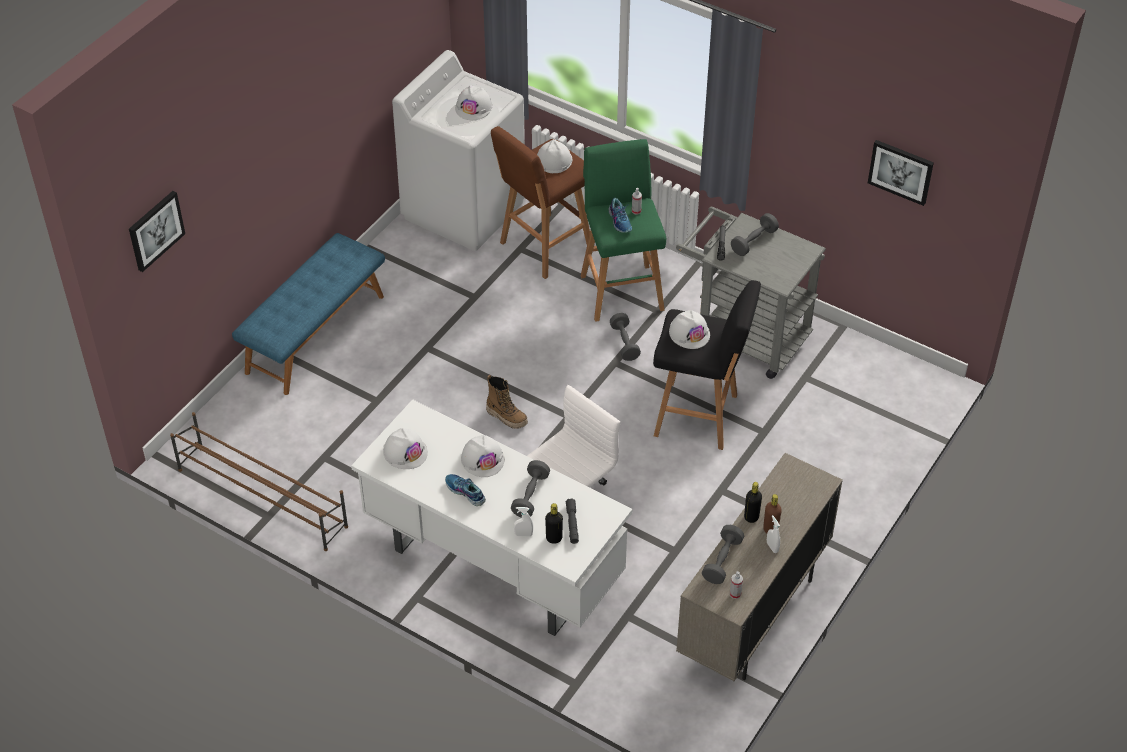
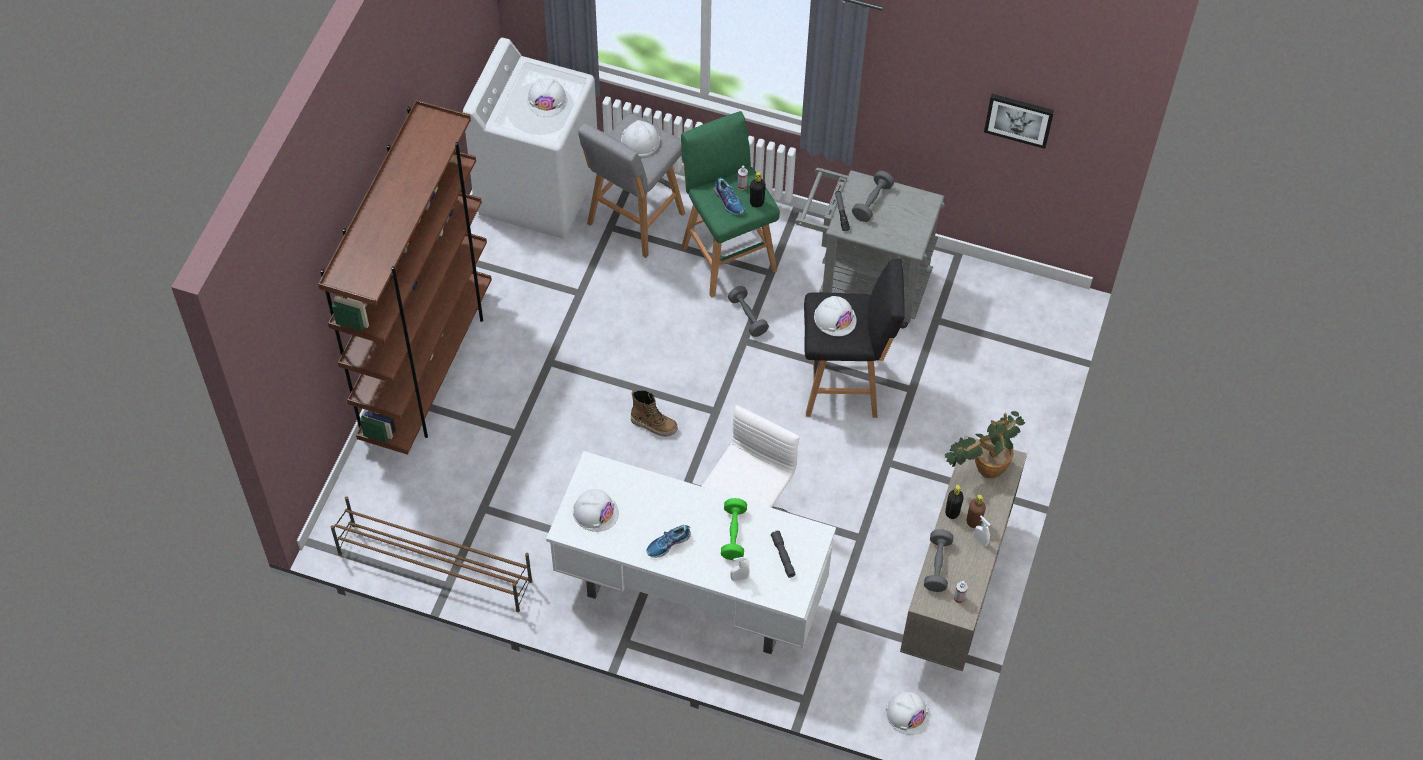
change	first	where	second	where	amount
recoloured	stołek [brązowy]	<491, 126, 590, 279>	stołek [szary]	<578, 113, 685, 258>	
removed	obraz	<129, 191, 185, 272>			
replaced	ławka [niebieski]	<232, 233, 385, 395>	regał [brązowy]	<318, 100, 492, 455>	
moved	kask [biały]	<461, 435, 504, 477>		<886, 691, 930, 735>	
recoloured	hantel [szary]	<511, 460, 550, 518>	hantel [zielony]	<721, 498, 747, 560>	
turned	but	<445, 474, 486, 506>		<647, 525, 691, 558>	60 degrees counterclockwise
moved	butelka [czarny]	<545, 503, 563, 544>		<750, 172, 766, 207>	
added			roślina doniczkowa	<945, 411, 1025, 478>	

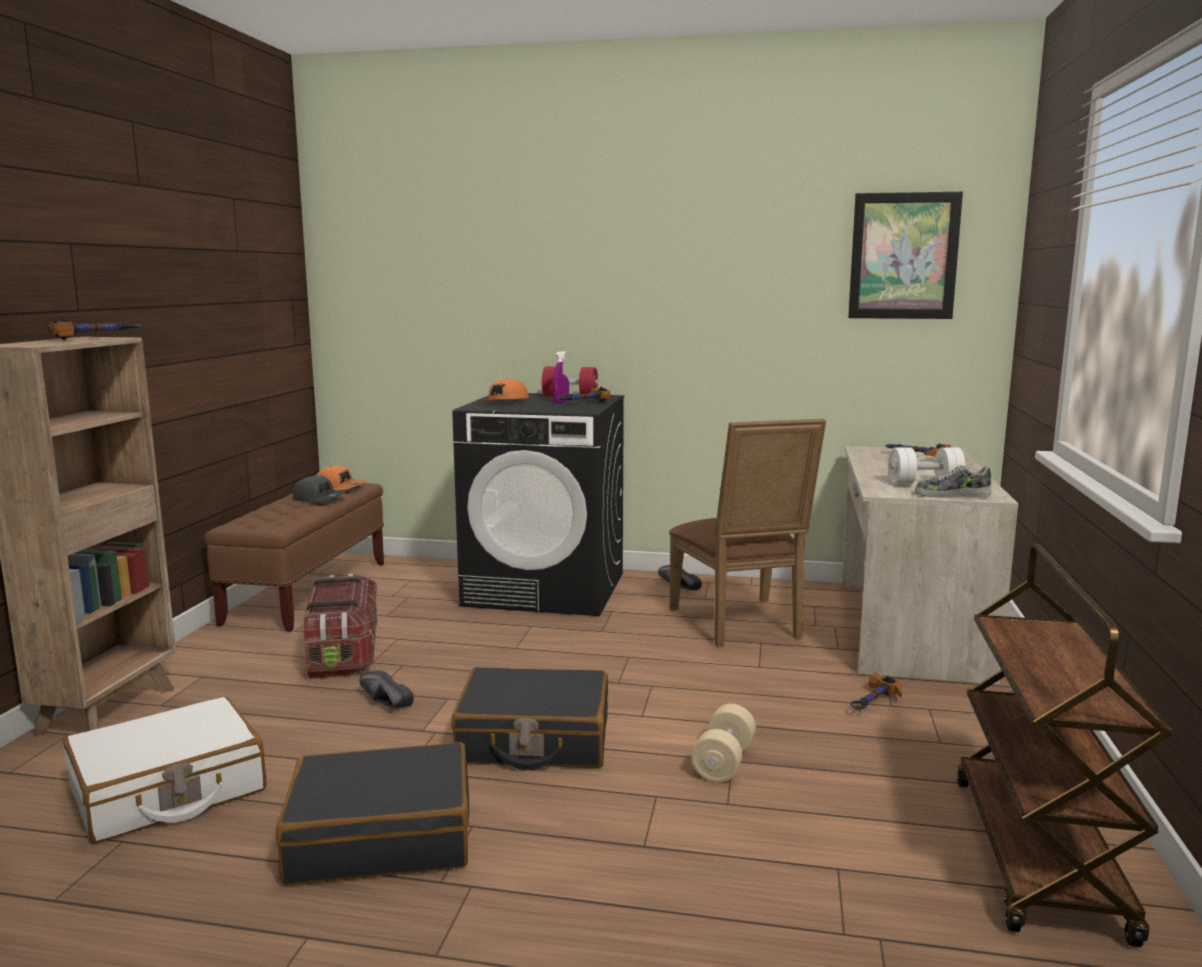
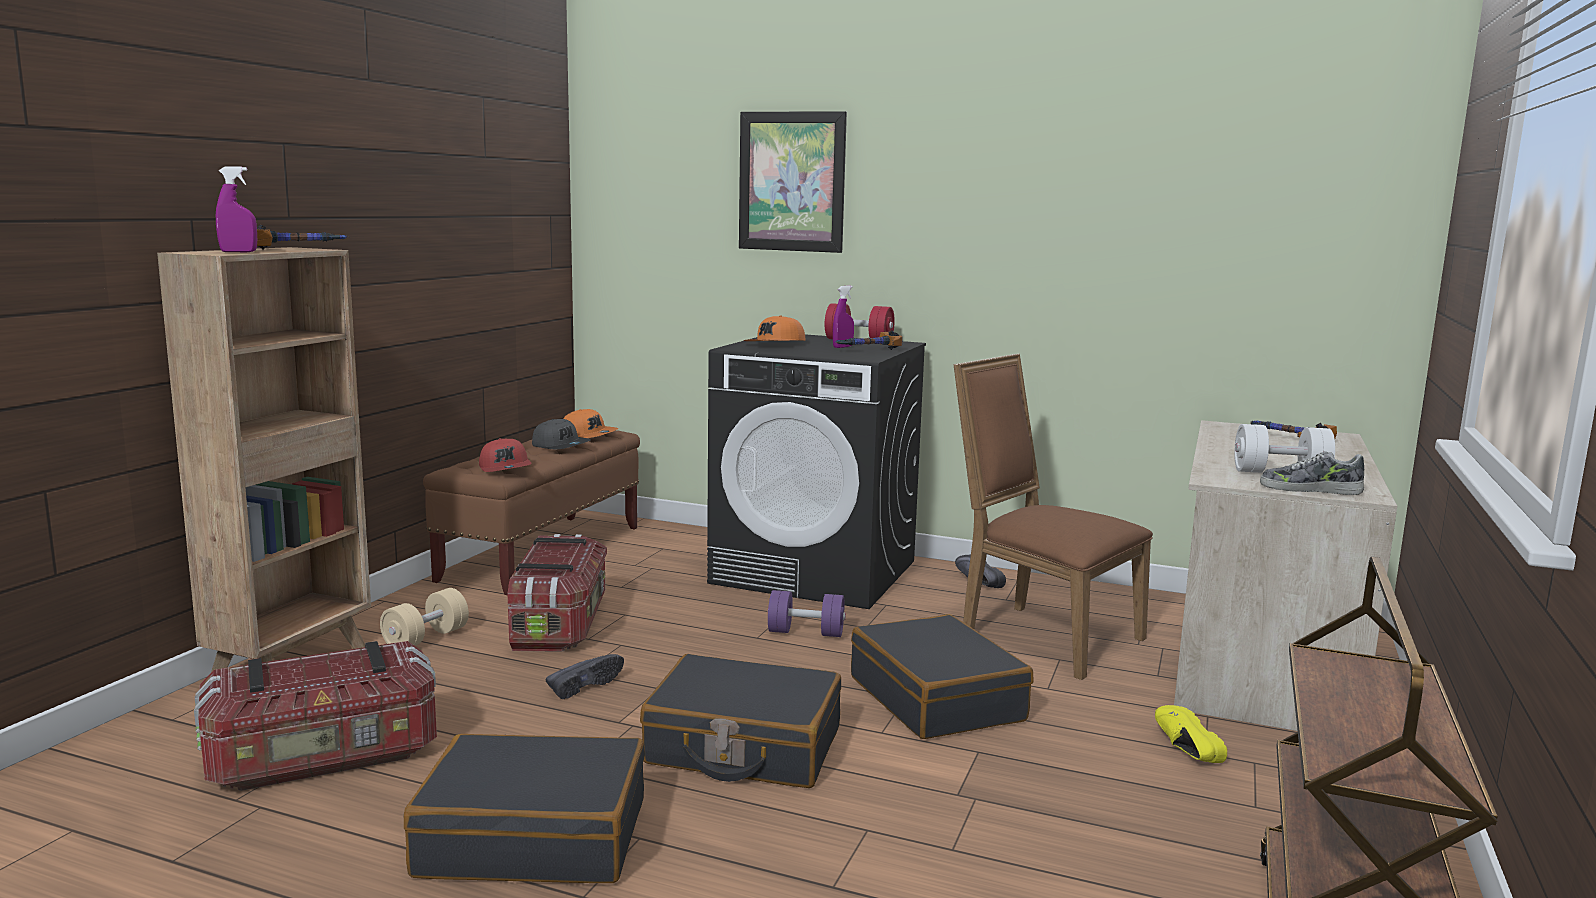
change	first	where	second	where	amount
moved	obraz	<848, 192, 963, 319>		<739, 111, 847, 253>	
turned	krzesło [brązowy]	<669, 419, 826, 647>		<954, 354, 1153, 680>	135 degrees clockwise
turned	but [czarny]	<360, 670, 414, 708>		<546, 654, 624, 699>	90 degrees clockwise
replaced	młotek	<850, 673, 902, 709>	but [żółty]	<1155, 705, 1227, 763>	
replaced	walizka [biały]	<63, 697, 266, 843>	pojemnik do przechowywania	<194, 641, 437, 791>	
moved	hantel [beżowy]	<691, 704, 756, 783>		<380, 588, 469, 646>	
added			spryskiwacz [fioletowy]	<216, 167, 257, 252>	
added			czapka z daszkiem [czerwony]	<479, 438, 532, 472>	
added			hantel [fioletowy]	<768, 590, 846, 637>	
added			walizka [czarny]	<851, 614, 1033, 739>	

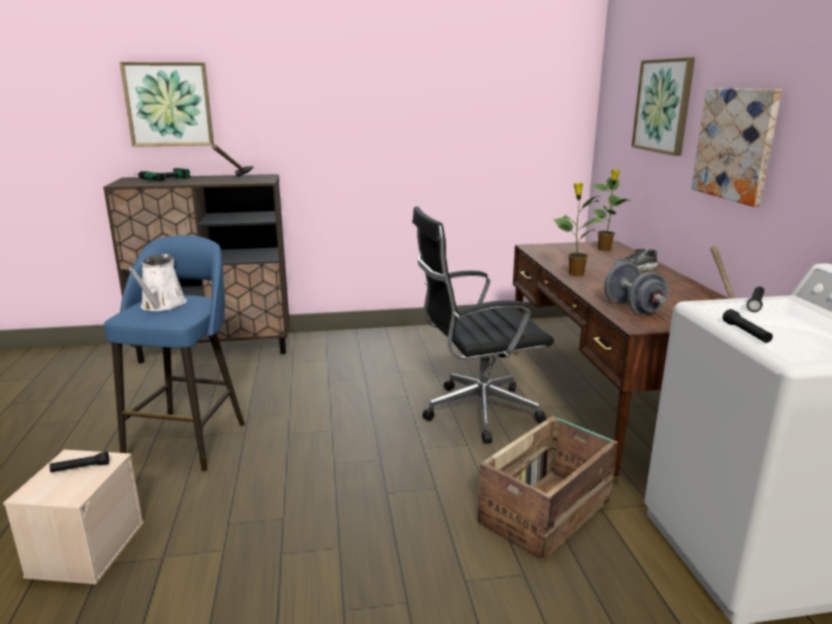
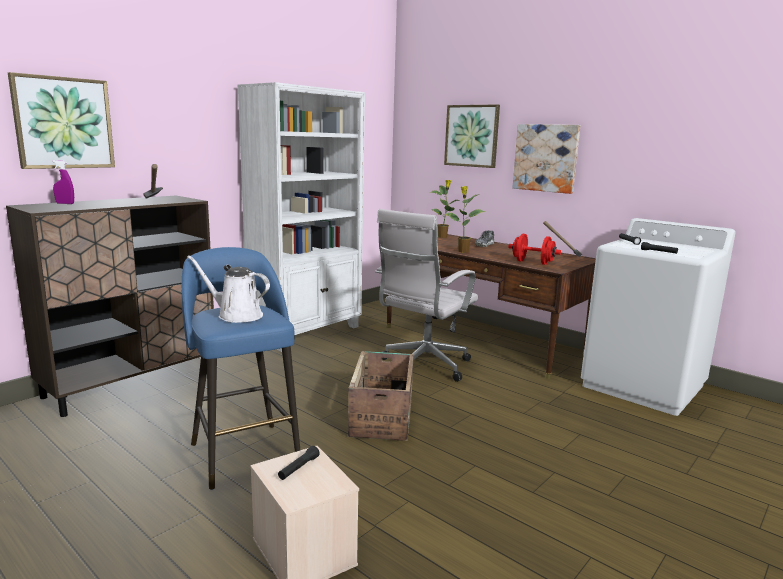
change	first	where	second	where	amount
replaced	wiertarka	<136, 168, 190, 181>	spryskiwacz [fioletowy]	<52, 160, 74, 204>	
recoloured	krzesło biurowe [czarny]	<412, 206, 554, 444>	krzesło biurowe [biały]	<375, 209, 478, 382>	
turned	konewka [biały]	<126, 254, 187, 311>		<187, 255, 270, 323>	150 degrees clockwise
recoloured	hantel [szary]	<604, 262, 668, 315>	hantel [czerwony]	<508, 234, 561, 265>	
moved	skrzynka	<478, 416, 618, 561>		<348, 351, 414, 441>	
added			regał [biały]	<237, 82, 365, 352>	

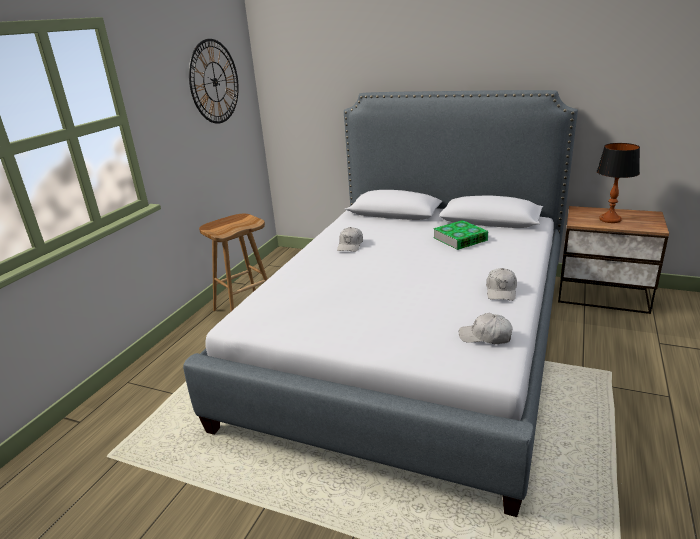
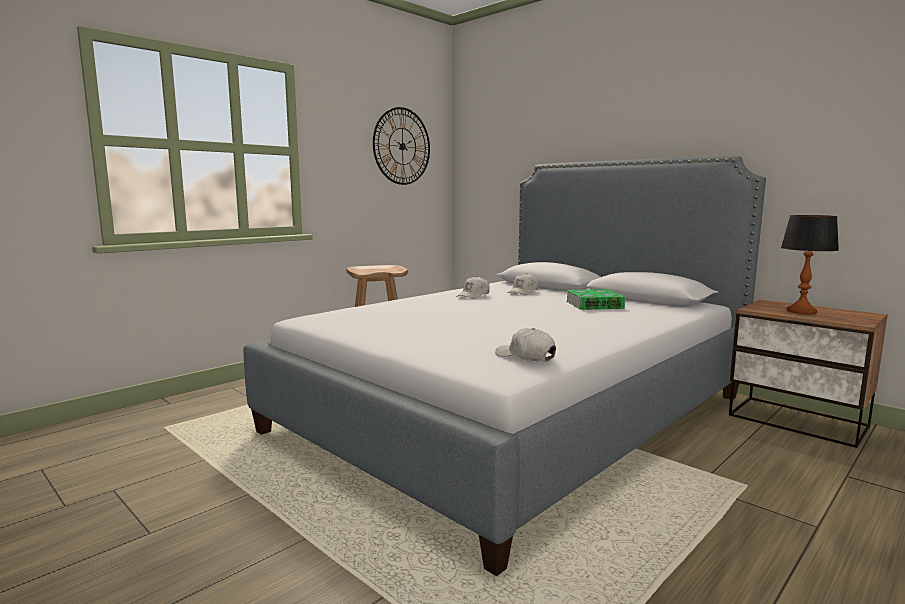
change	first	where	second	where	amount
moved	czapka z daszkiem [biały]	<486, 268, 517, 301>		<508, 273, 539, 295>	

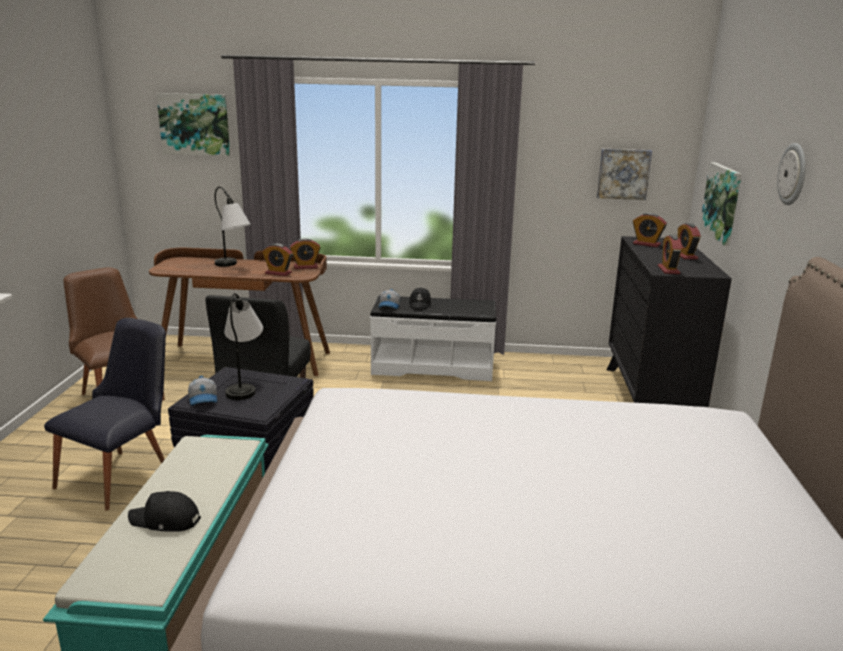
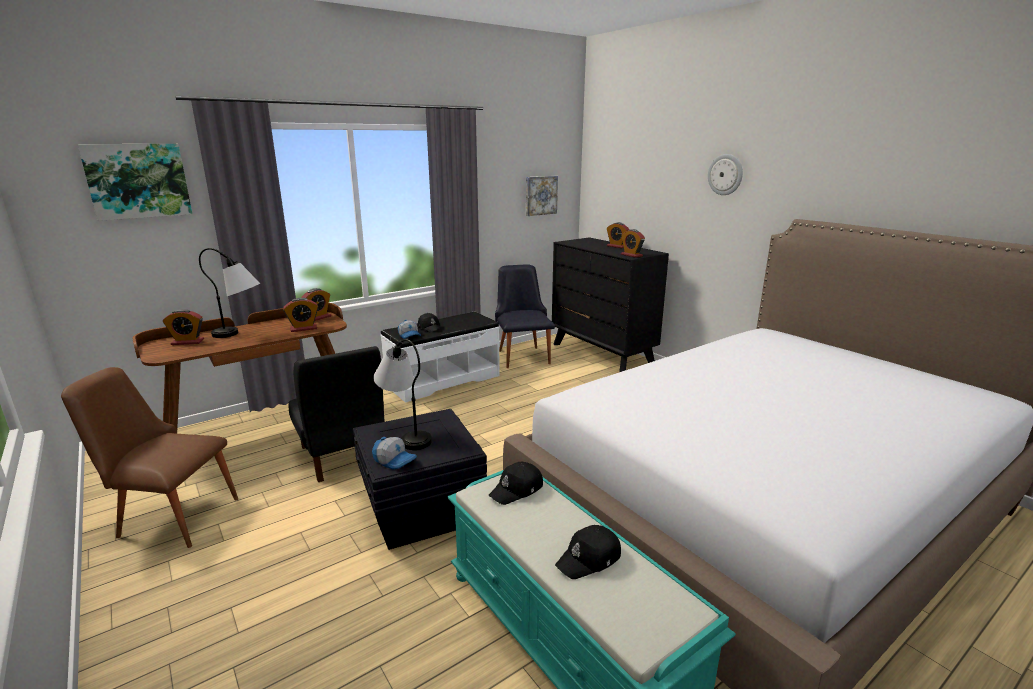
change	first	where	second	where	amount
removed	obraz	<700, 162, 742, 246>			
moved	budzik	<633, 213, 667, 247>		<162, 309, 204, 345>	
moved	krzesło [czarny]	<44, 318, 166, 510>		<495, 264, 555, 368>	
added			czapka z daszkiem [czarny]	<489, 462, 543, 505>	

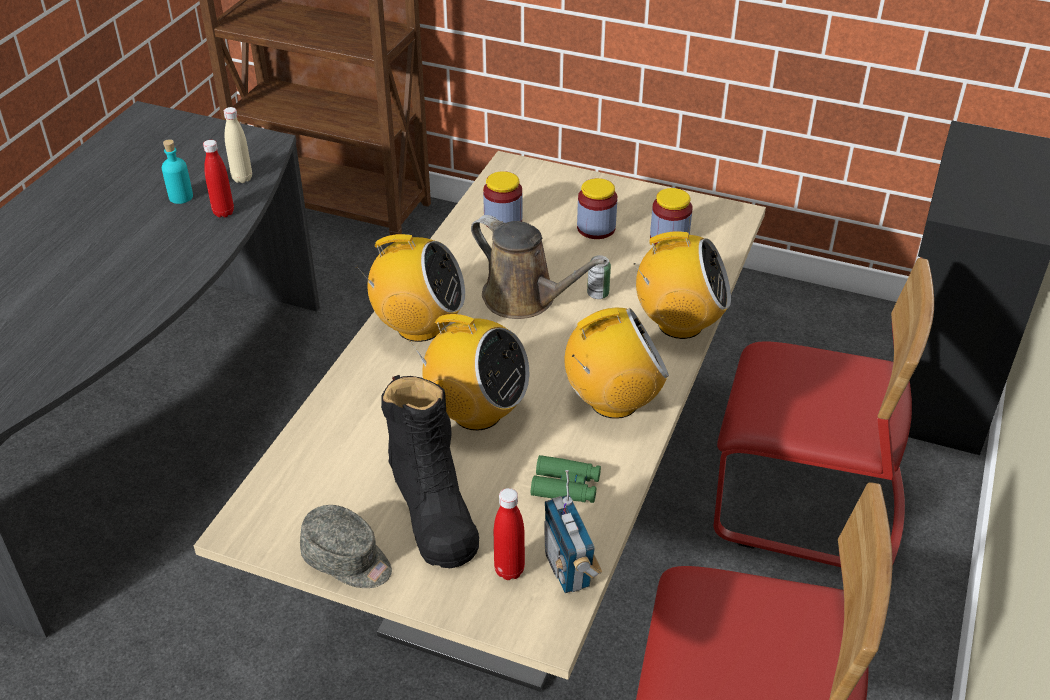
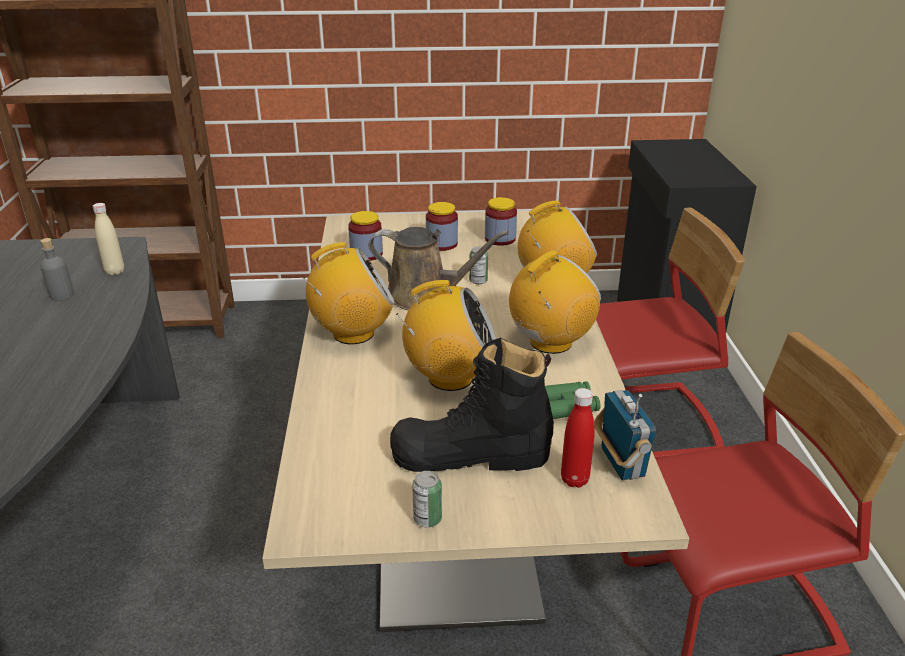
change	first	where	second	where	amount
recoloured	butelka [turkusowy]	<162, 139, 193, 204>	butelka [szary]	<40, 238, 74, 301>	
removed	butelka [czerwony]	<203, 140, 234, 217>			
turned	but z cholewką [czarny]	<381, 375, 479, 568>		<390, 338, 554, 472>	135 degrees clockwise
turned	radio	<544, 470, 602, 593>		<594, 390, 656, 480>	150 degrees counterclockwise
replaced	czapka z daszkiem [szary]	<300, 505, 392, 588>	puszka	<412, 471, 442, 527>	

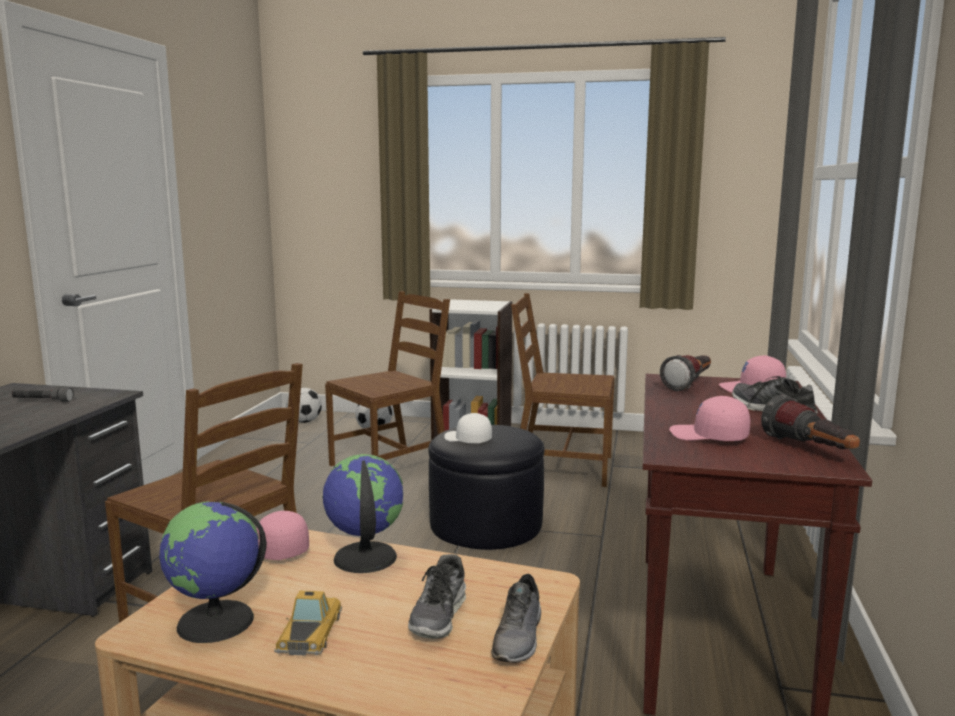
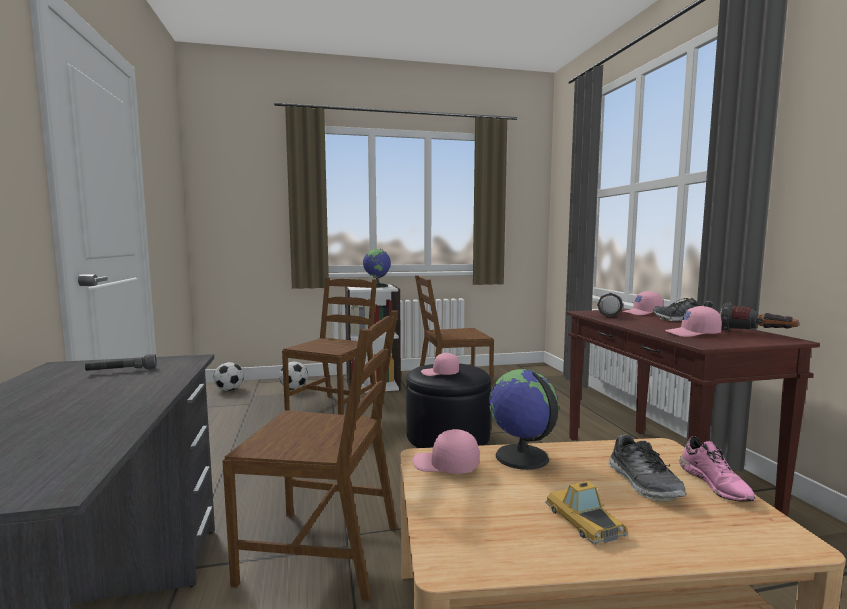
change	first	where	second	where	amount
recoloured	czapka z daszkiem [biały]	<444, 413, 492, 443>	czapka z daszkiem [różowy]	<421, 353, 459, 376>	
moved	globus	<159, 501, 267, 643>		<363, 249, 391, 287>	
recoloured	but [szary]	<491, 574, 541, 663>	but [różowy]	<680, 436, 756, 502>	

